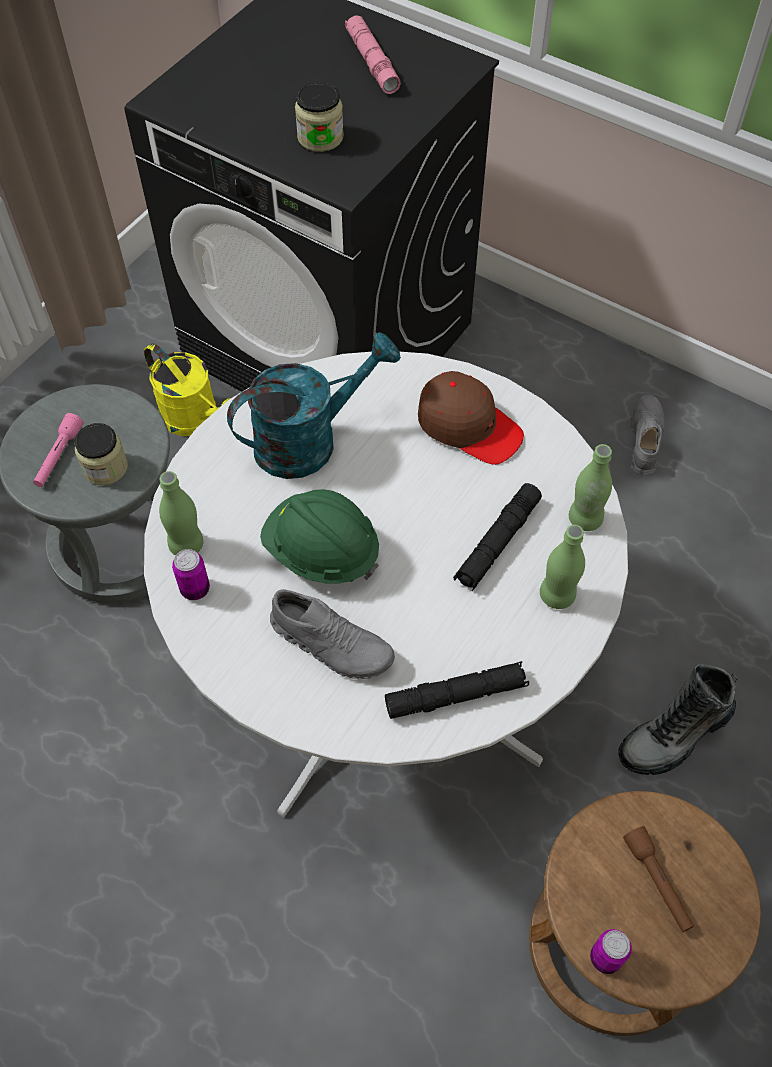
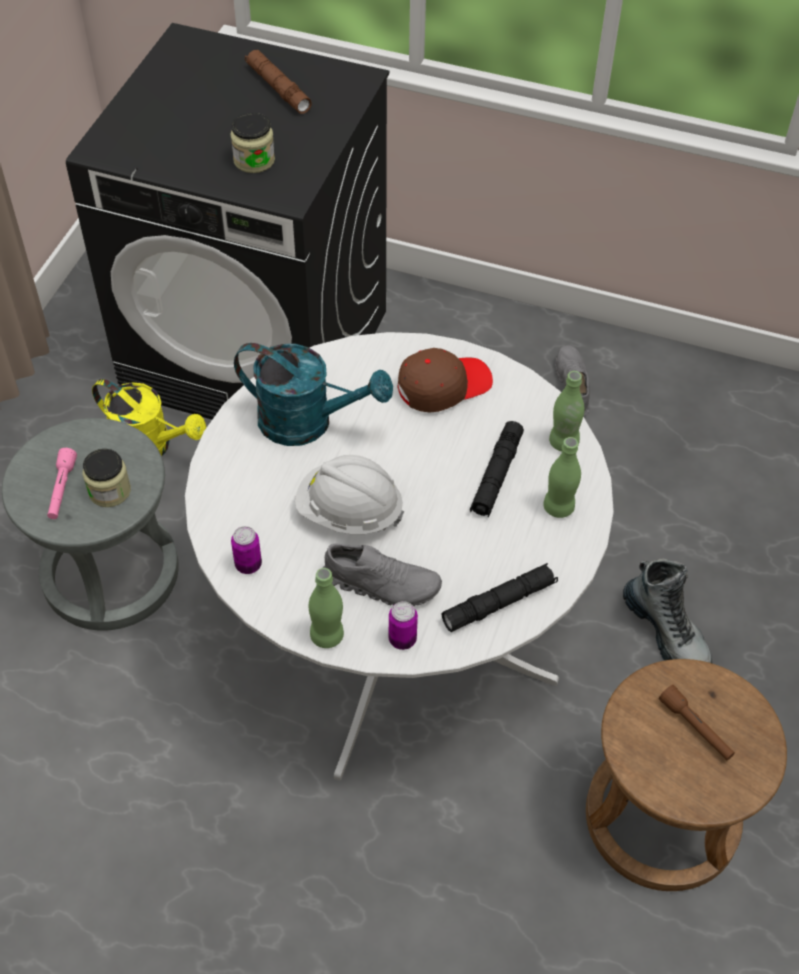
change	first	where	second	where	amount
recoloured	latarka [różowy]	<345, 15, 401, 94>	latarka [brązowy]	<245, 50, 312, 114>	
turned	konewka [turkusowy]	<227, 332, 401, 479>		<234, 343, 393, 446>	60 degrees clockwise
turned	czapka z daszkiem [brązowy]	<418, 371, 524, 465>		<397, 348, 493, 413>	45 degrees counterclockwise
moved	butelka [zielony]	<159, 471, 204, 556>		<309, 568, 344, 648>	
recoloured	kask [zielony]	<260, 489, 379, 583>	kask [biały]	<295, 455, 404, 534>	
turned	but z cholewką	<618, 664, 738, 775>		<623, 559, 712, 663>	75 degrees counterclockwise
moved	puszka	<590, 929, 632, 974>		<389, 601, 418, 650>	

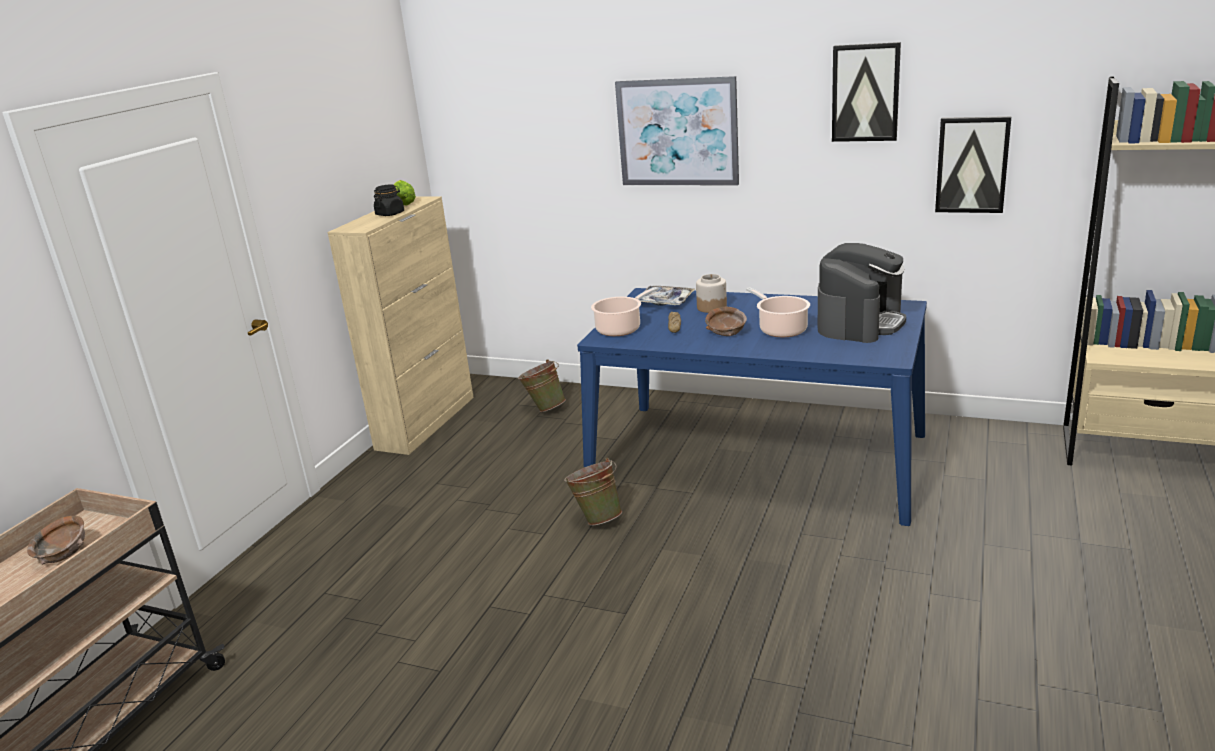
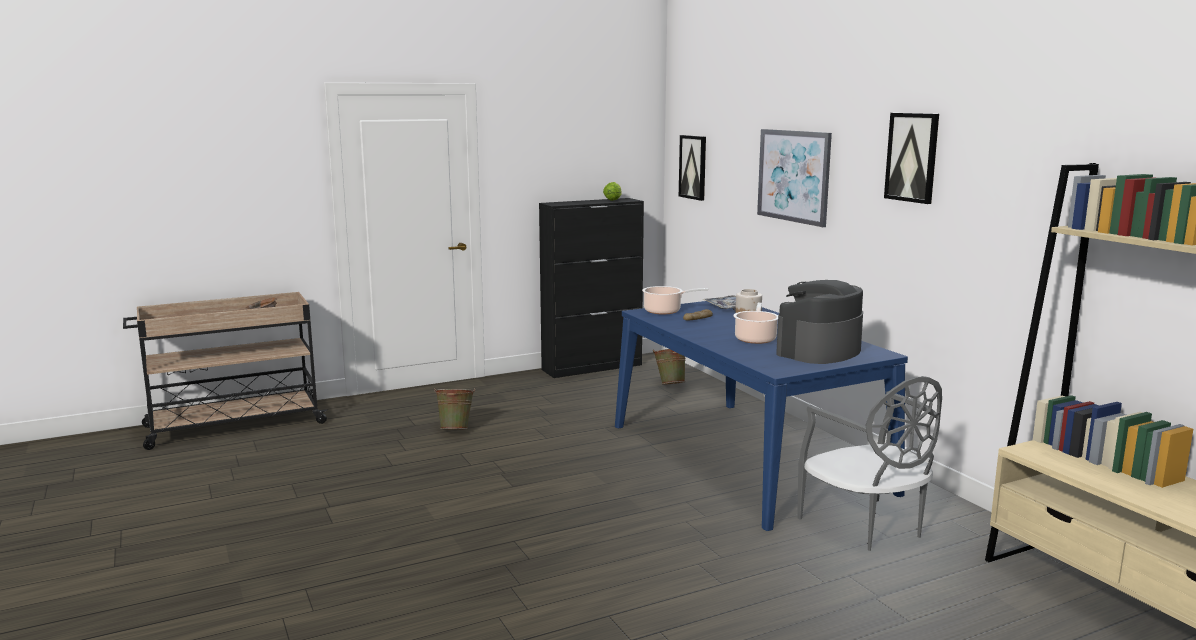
change	first	where	second	where	amount
moved	obraz	<935, 116, 1011, 213>		<679, 135, 706, 201>	
removed	słoik [czarny]	<374, 185, 404, 216>			
recoloured	szafka [beżowy]	<327, 196, 474, 455>	szafka [czarny]	<539, 198, 644, 378>	
turned	ekspres do kawy	<818, 243, 906, 343>		<776, 280, 863, 364>	150 degrees clockwise
removed	miska [brązowy]	<705, 307, 747, 336>			
moved	wiadro [zielony]	<564, 458, 622, 526>		<434, 389, 475, 429>	
added			krzesło [szary]	<797, 376, 942, 551>	

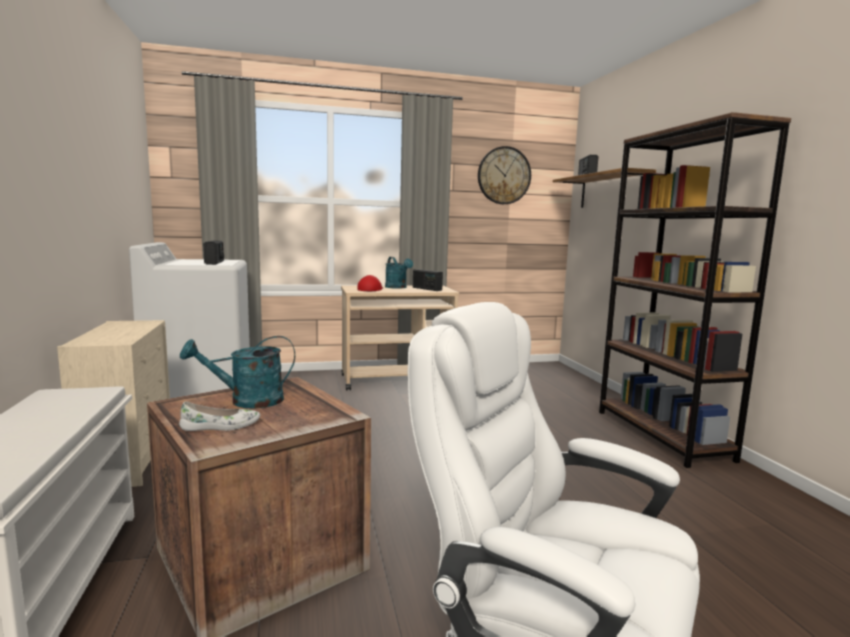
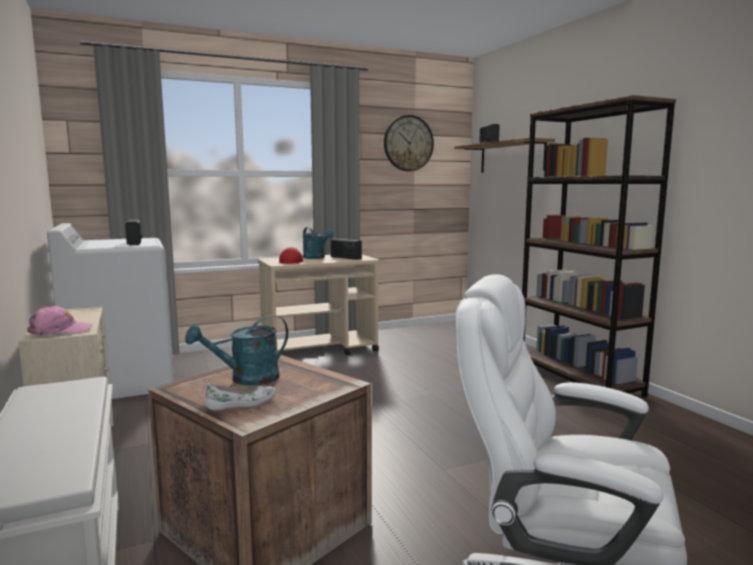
change	first	where	second	where	amount
added			czapka z daszkiem [różowy]	<27, 306, 93, 335>	

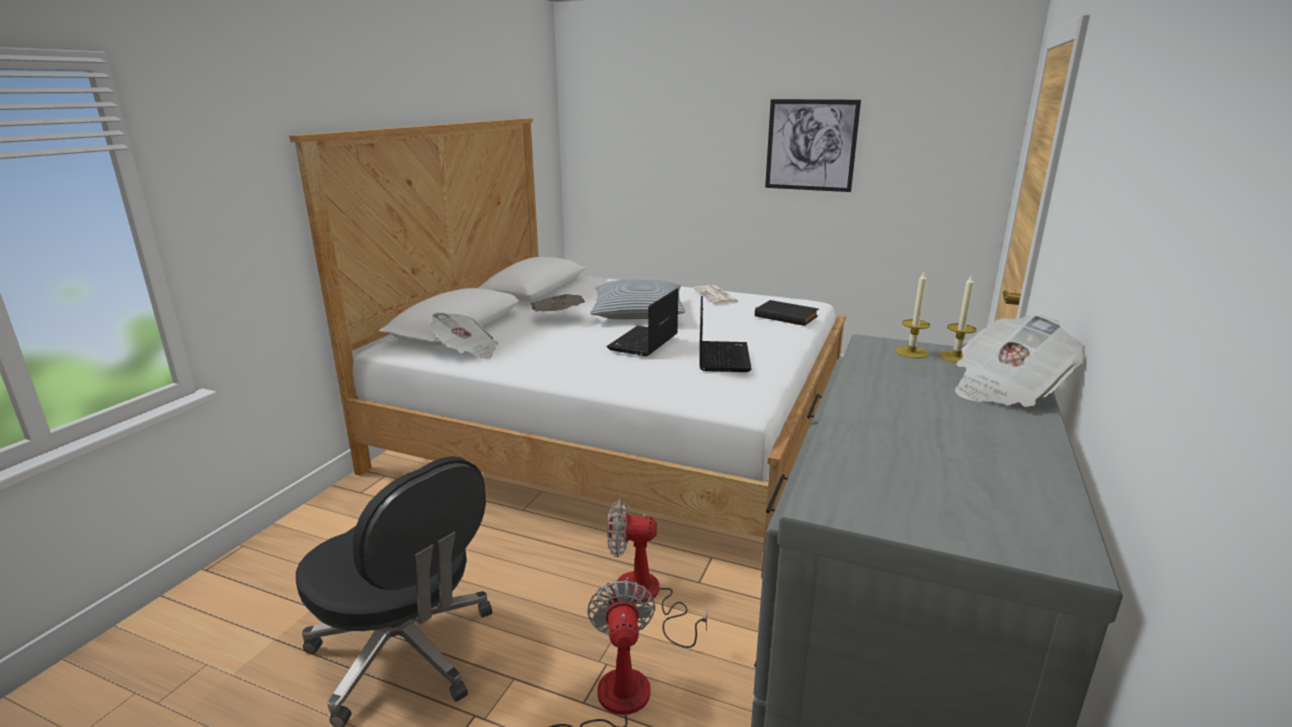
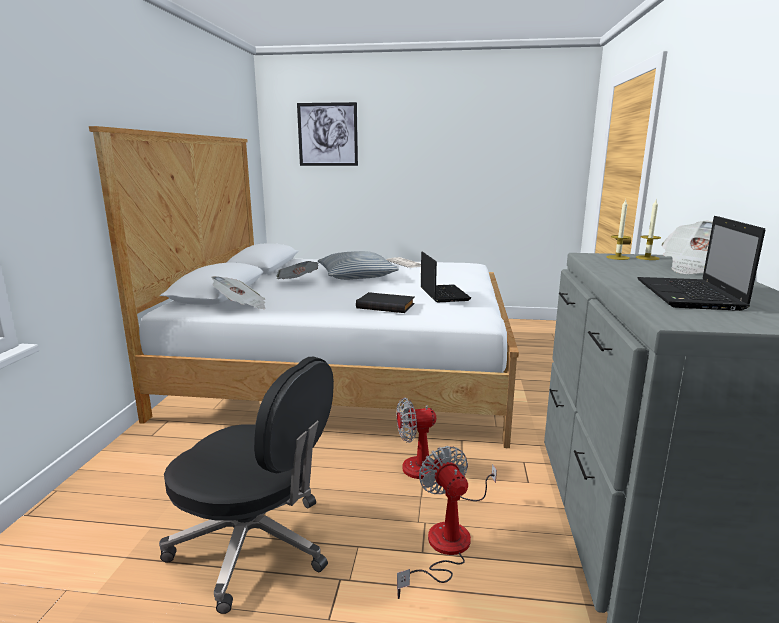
change	first	where	second	where	amount
moved	obraz	<765, 99, 861, 192>		<297, 102, 358, 166>	
moved	laptop	<607, 288, 678, 356>		<638, 216, 765, 311>	
moved	książka [czarny]	<755, 300, 819, 326>		<356, 292, 415, 313>	

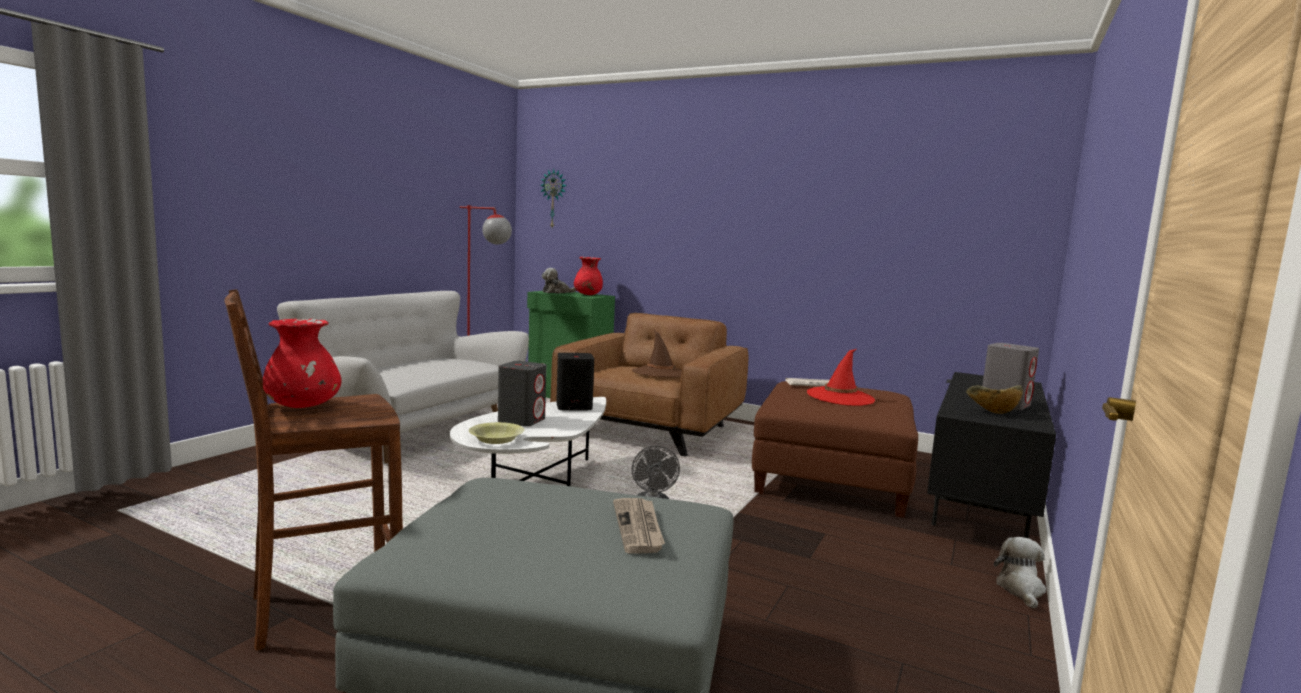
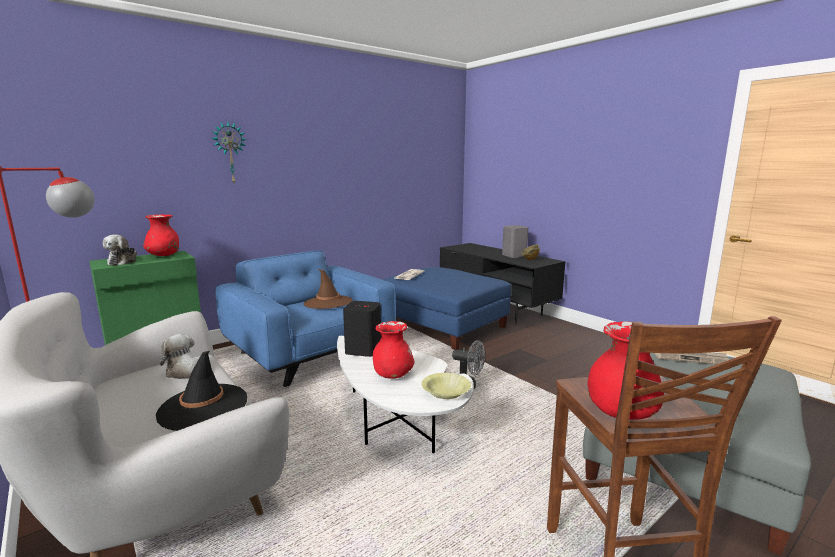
change	first	where	second	where	amount
moved	zegar ścienny	<540, 169, 567, 228>		<211, 122, 247, 183>	
recoloured	fotel [brązowy]	<550, 313, 748, 457>	fotel [niebieski]	<216, 251, 396, 387>	
removed	kapelusz [czerwony]	<807, 349, 875, 406>			
replaced	głośnik [szary]	<498, 361, 546, 427>	wazon [czerwony]	<373, 321, 414, 379>	
recoloured	pufa [brązowy]	<752, 381, 918, 518>	pufa [niebieski]	<383, 267, 511, 350>	
moved	pluszak	<994, 537, 1046, 609>		<160, 334, 198, 379>	
added			kapelusz [czarny]	<156, 351, 247, 431>	

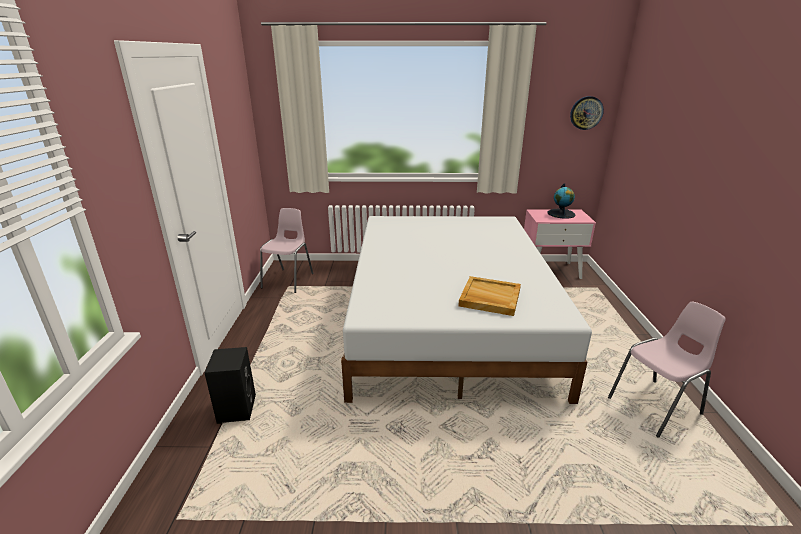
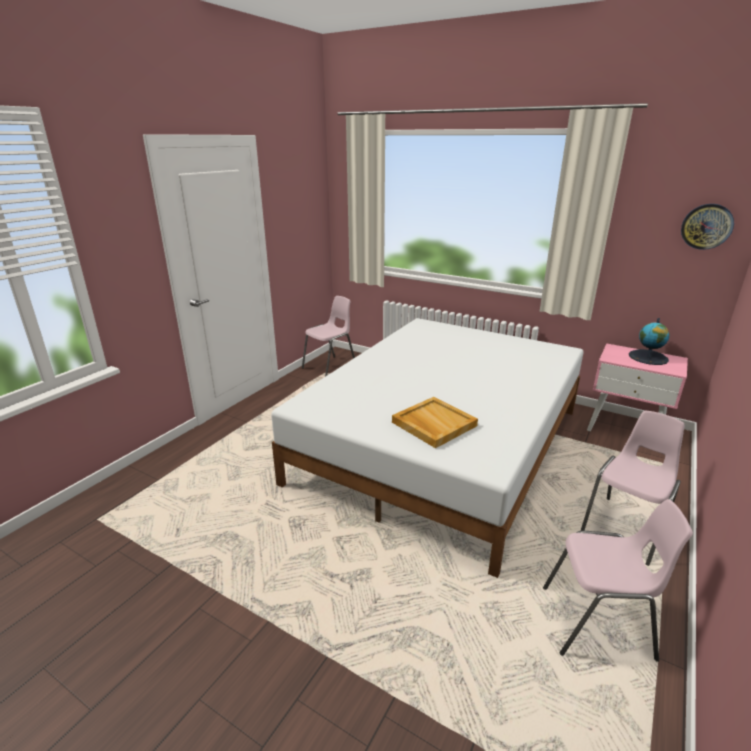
change	first	where	second	where	amount
removed	głośnik [czarny]	<204, 347, 256, 424>			
added			krzesło [różowy]	<581, 411, 685, 566>	

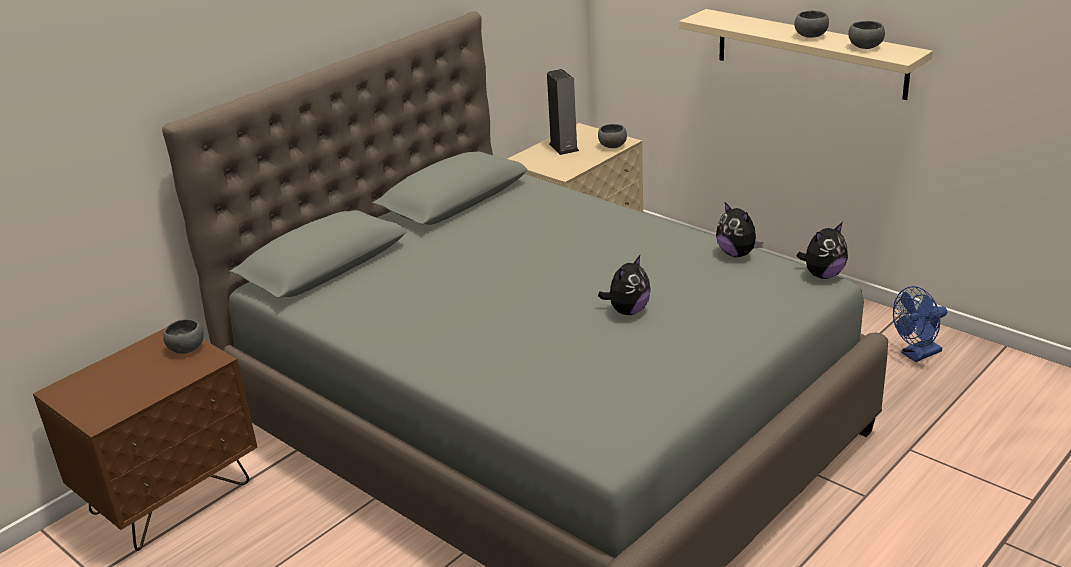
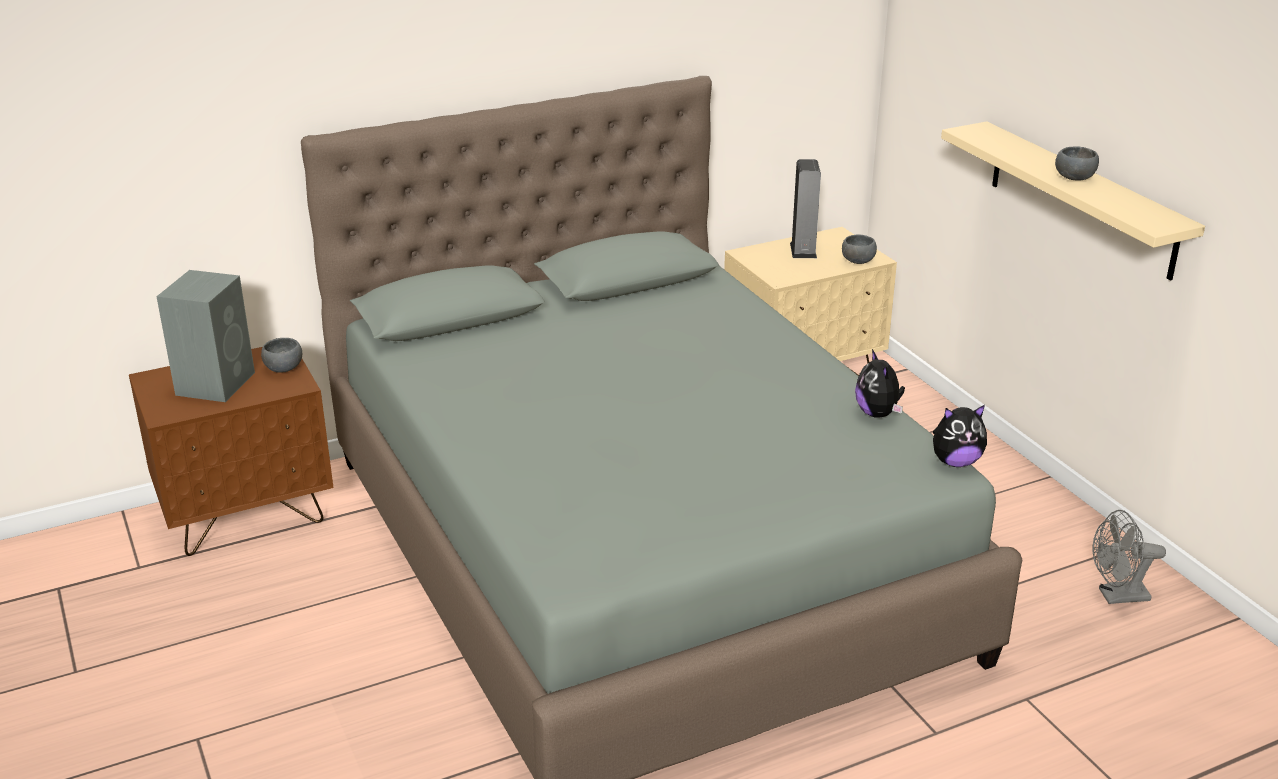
change	first	where	second	where	amount
removed	miska [szary]	<848, 21, 885, 49>			
removed	pluszak	<598, 255, 651, 315>			
recoloured	wentylator [niebieski]	<893, 286, 947, 362>	wentylator [szary]	<1093, 510, 1166, 604>	
added			głośnik [szary]	<156, 270, 255, 402>	

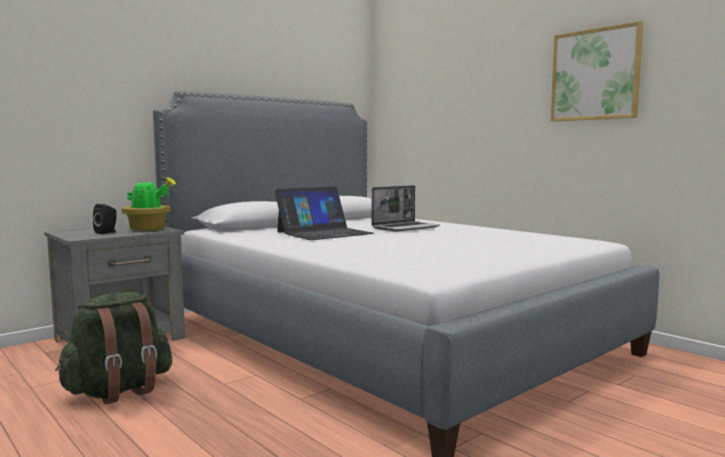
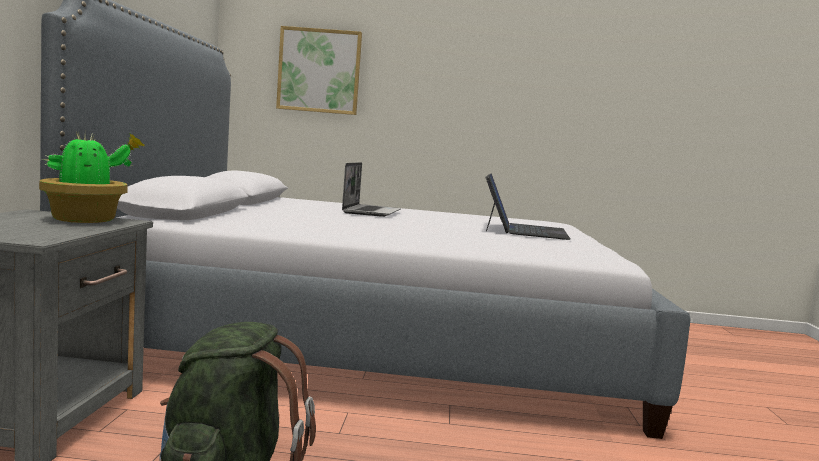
change	first	where	second	where	amount
moved	obraz	<551, 21, 643, 121>		<276, 26, 362, 115>	
moved	laptop	<275, 186, 374, 240>		<485, 173, 570, 240>	
removed	głośnik [czarny]	<93, 204, 117, 234>			

